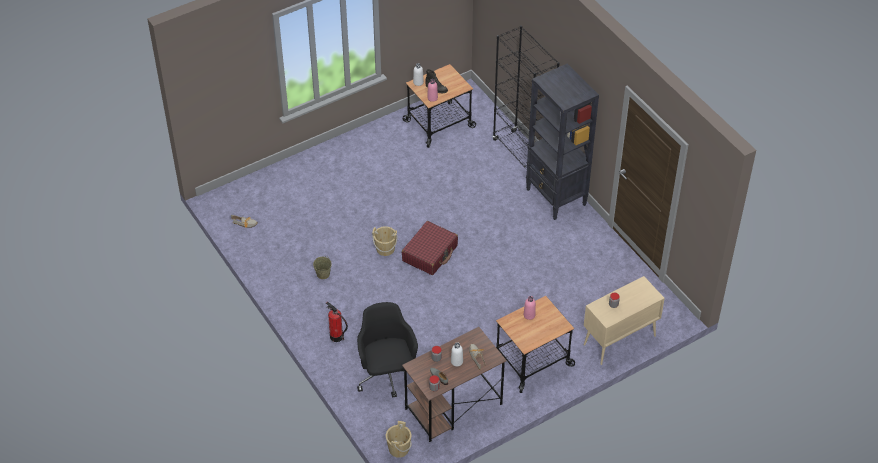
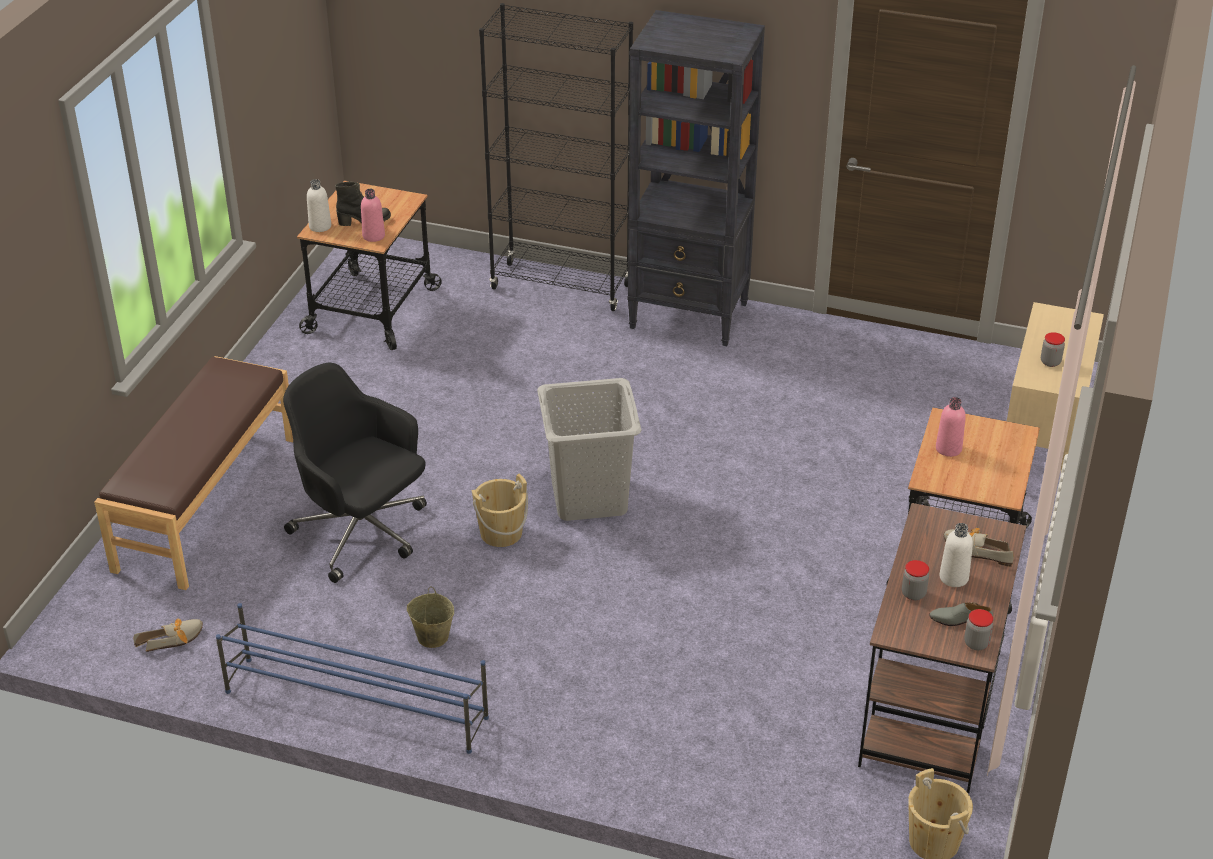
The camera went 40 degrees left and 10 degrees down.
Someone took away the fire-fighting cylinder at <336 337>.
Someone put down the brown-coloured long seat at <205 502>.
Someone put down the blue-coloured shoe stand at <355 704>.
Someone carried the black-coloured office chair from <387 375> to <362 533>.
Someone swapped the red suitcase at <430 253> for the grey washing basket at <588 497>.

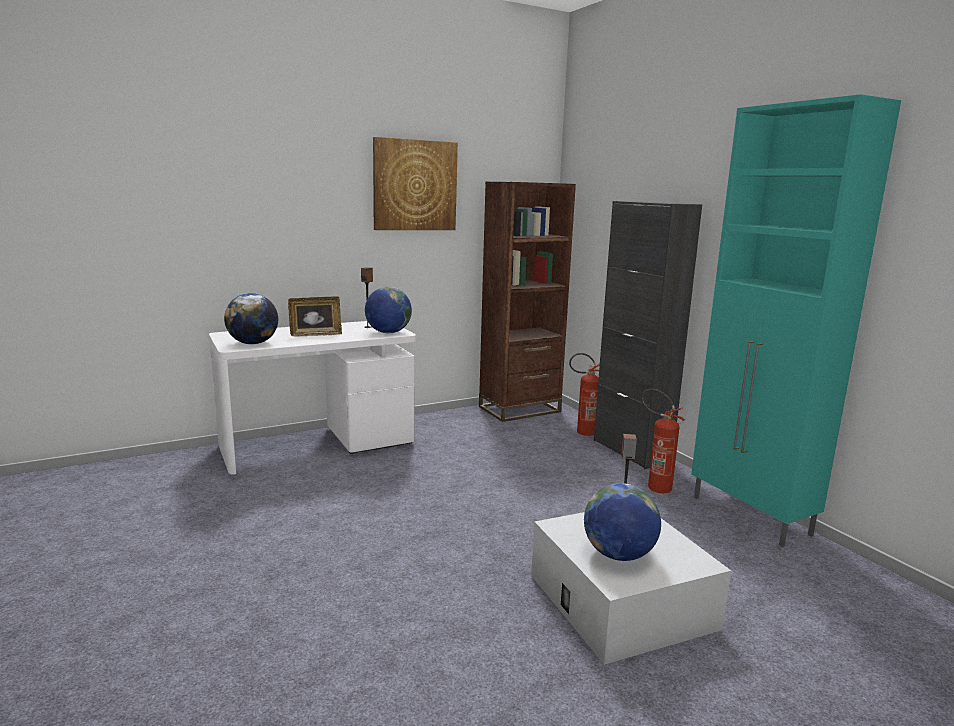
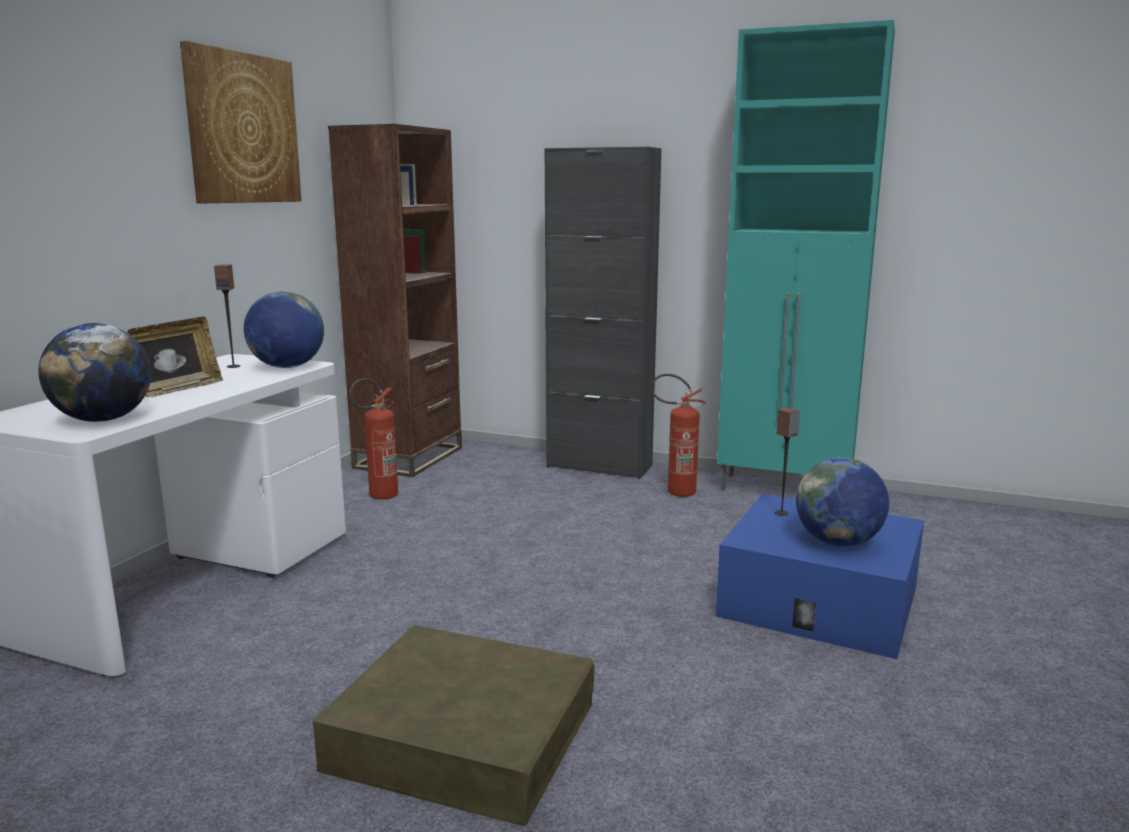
The camera went 40 degrees left and 0 degrees up.
Someone put down the brown-coloured storage box at <462 735>.
Someone carried the fire-fighting cylinder from <581 433> to <378 497>.
Someone repainted the white storage box at <621 601>, which became the blue-coloured storage box at <819 601>.

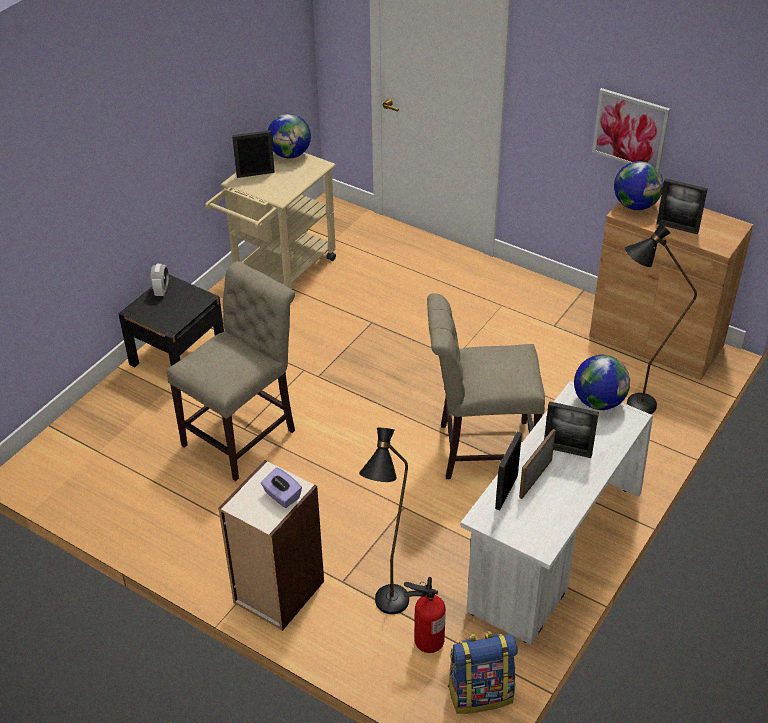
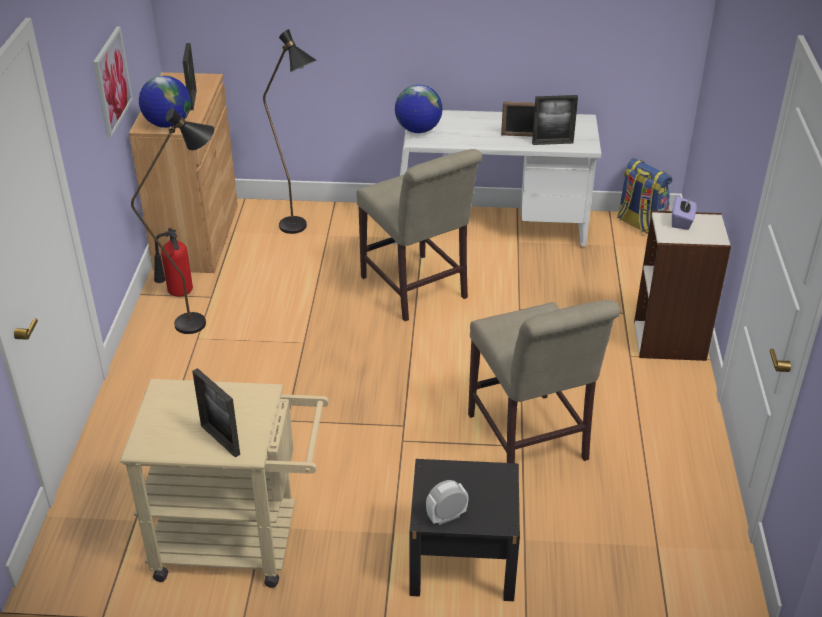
The camera went 120 degrees left and 5 degrees down.
Someone took away the desk globe at <290 154>.
Someone took away the picture frame at <567 451>.
Someone carried the black-coloured floor lamp from <389 611> to <202 322>.
Someone carried the fire-fighting cylinder from <427 639> to <177 294>.
Someone rotated the beige-coloured chair at <244 434> by 120 degrees counterclockwise.

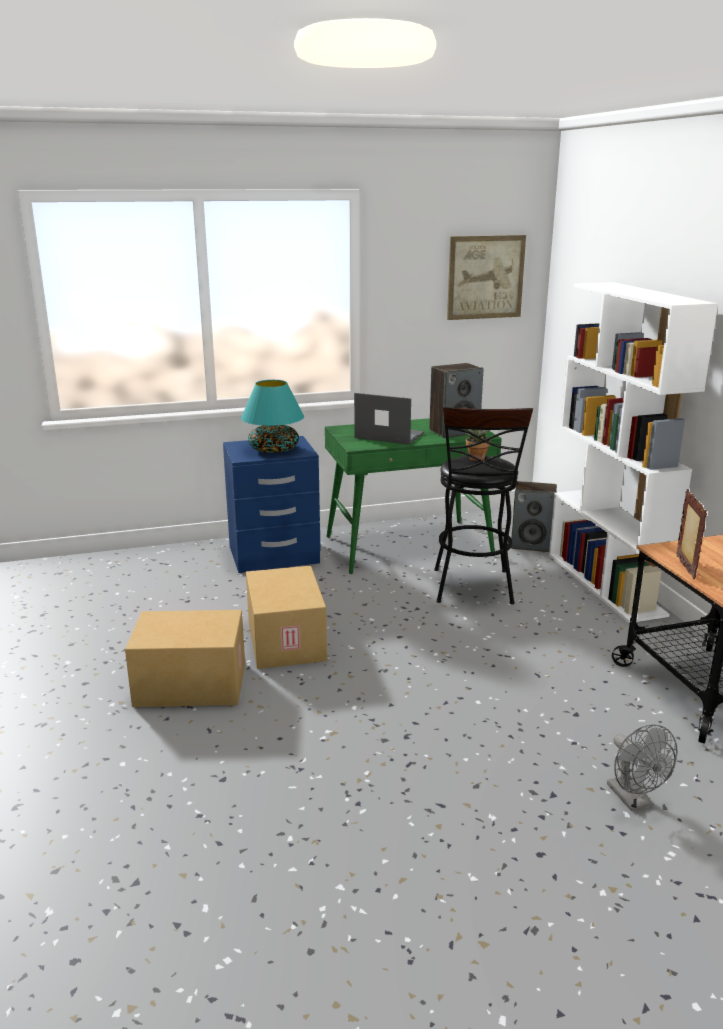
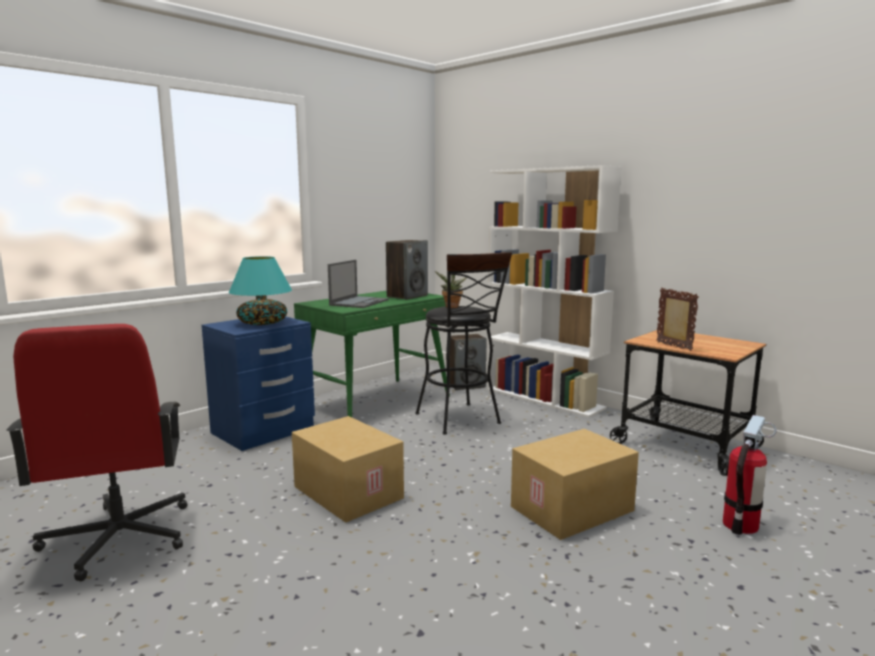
The camera went 30 degrees left and 10 degrees down.
Someone took away the wall art at <485 277>.
Someone put down the red office chair at <118 538>.
Someone carried the cardboard box from <189 685> to <572 510>.
Someone swapped the grey electric fan at <634 800> for the fire-fighting cylinder at <740 525>.
Someone rotated the laptop at <388 435> by 120 degrees clockwise.

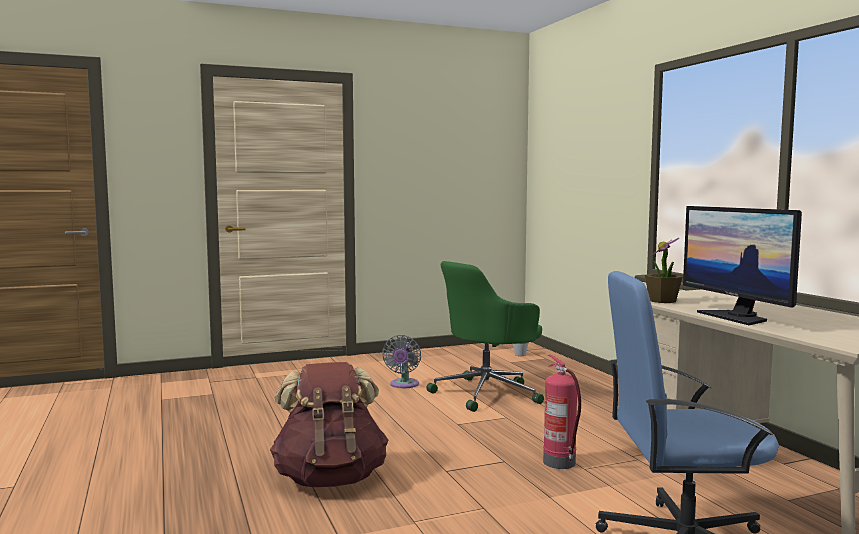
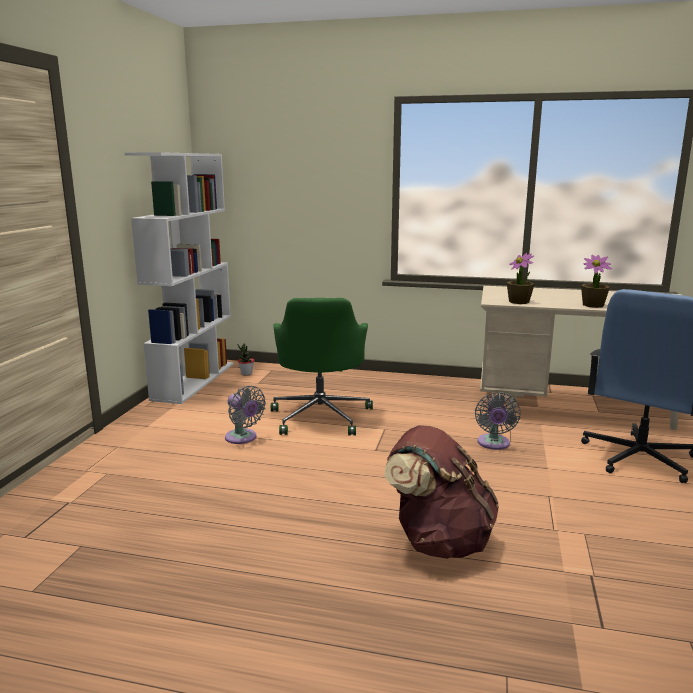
The camera went 55 degrees left and 10 degrees up.
Someone put down the white bookshelf at <194 380>.
Someone swapped the fire-fighting cylinder at <561 463> for the grey electric fan at <493 444>.
Someone swapped the computer screen at <736 317> for the plant in a pot at <593 305>.

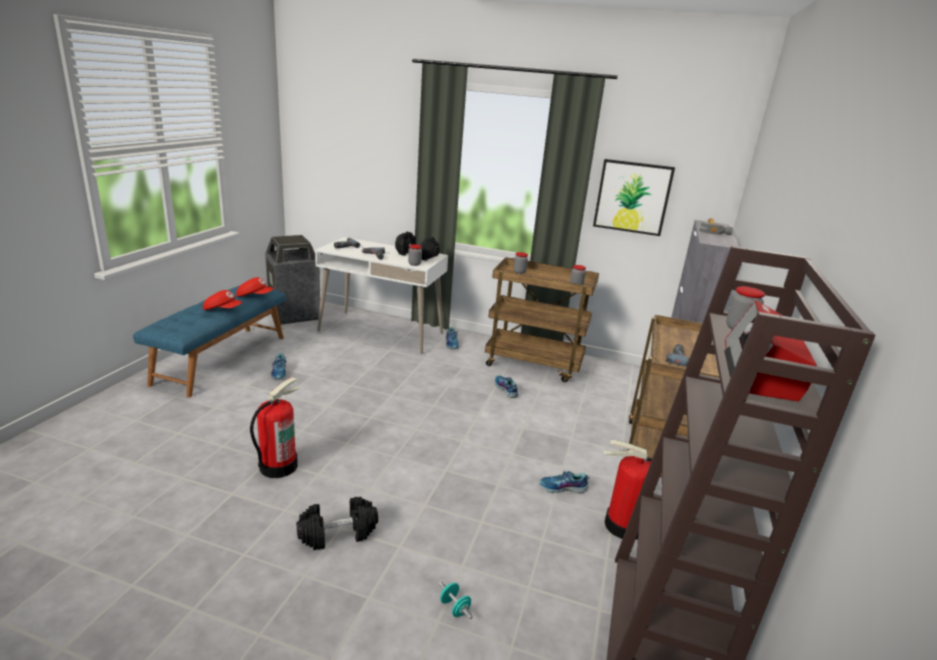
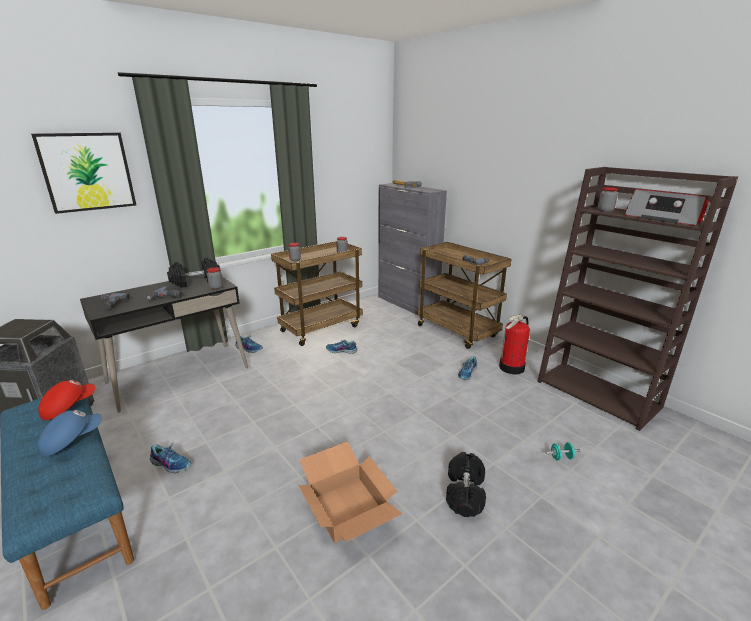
The camera went 55 degrees left and 0 degrees up.
Someone carried the wall art from <632 197> to <87 172>.
Someone swapped the fire-fighting cylinder at <278 466> for the cardboard box at <346 508>.
Someone repainted the red baseball cap at <223 310>, which became the blue-coloured baseball cap at <72 440>.
Someone repainted the white desk unit at <381 332>, which became the black-coloured desk unit at <179 375>.

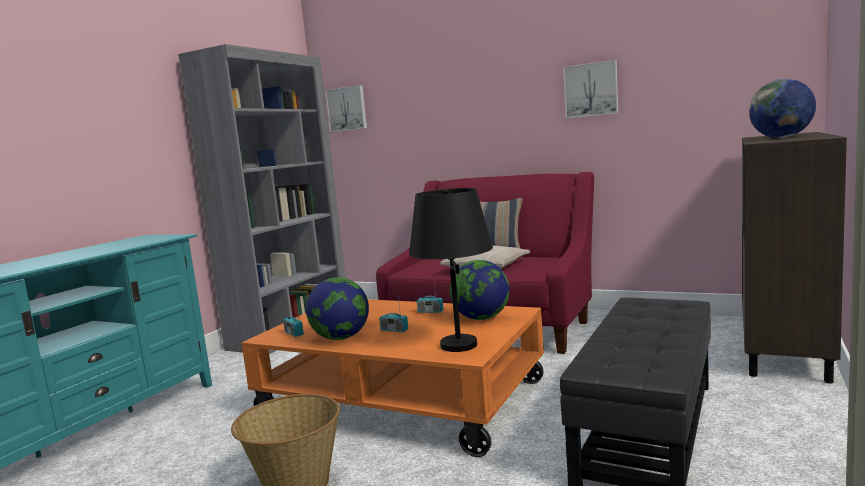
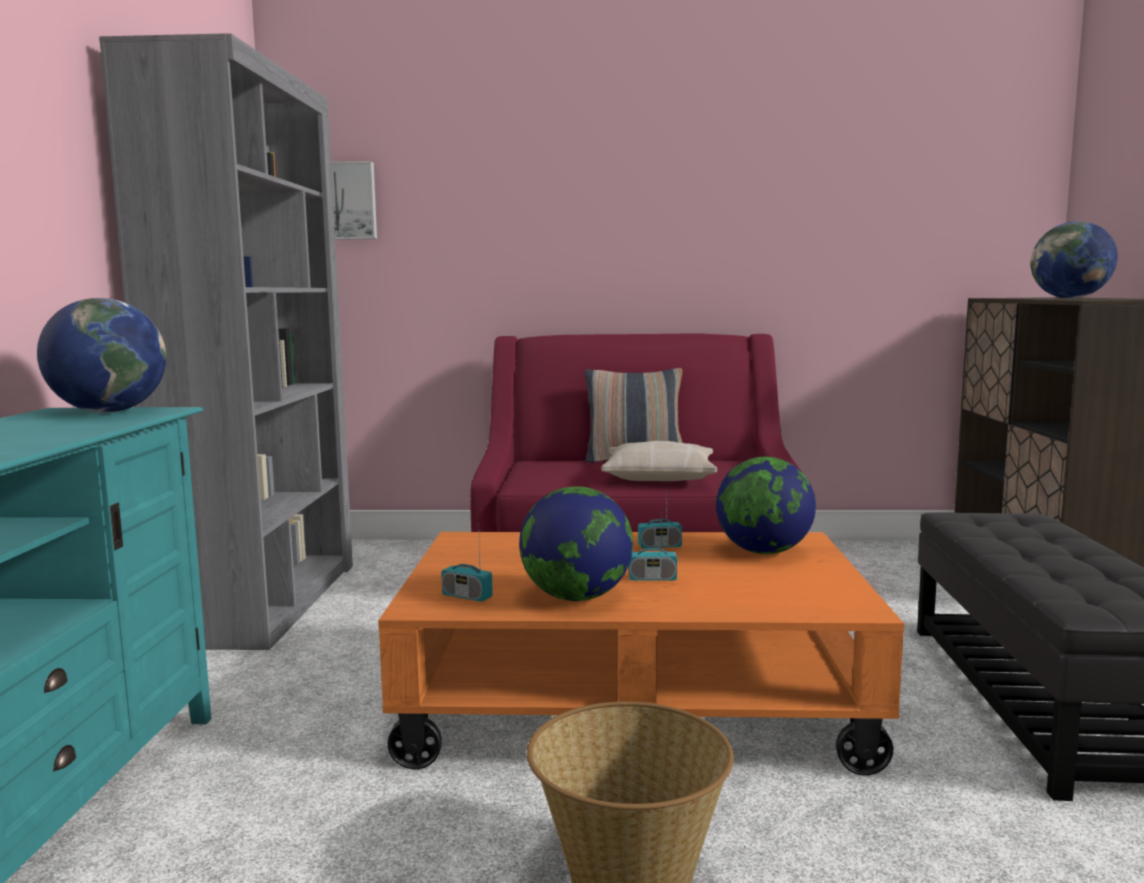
The camera went 25 degrees left and 0 degrees up.
Someone took away the black-coloured tabletop lamp at <458 345>.
Someone took away the wall art at <591 90>.
Someone put down the desk globe at <108 412>.

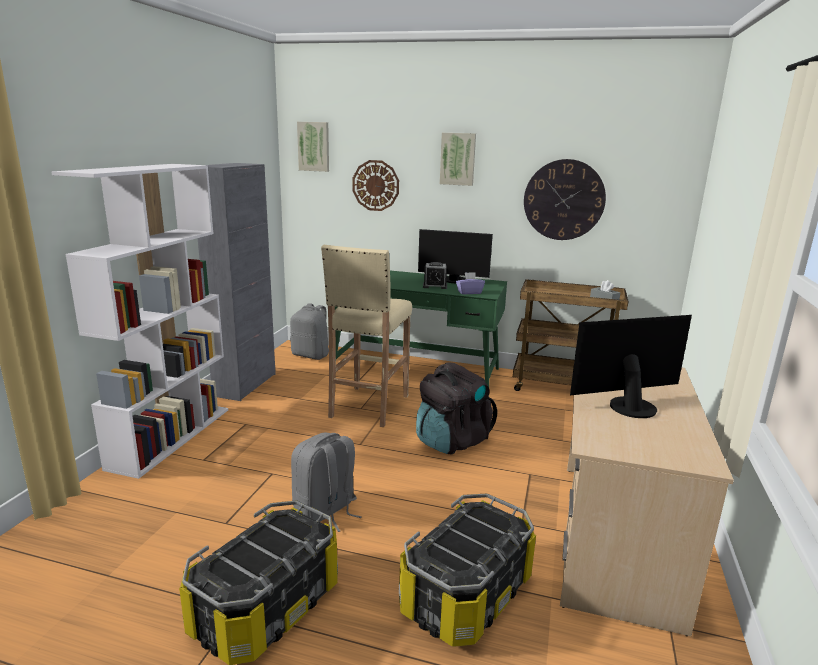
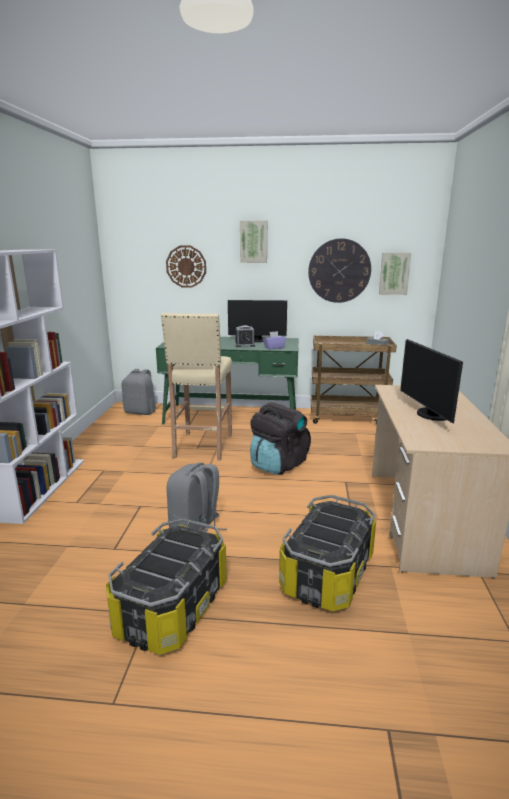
The camera went 10 degrees left and 0 degrees up.
Someone took away the grey cabinet at <245 385>.
Someone carried the wall art from <314 146> to <394 273>.
Someone rotated the computer screen at <629 405> by 75 degrees counterclockwise.

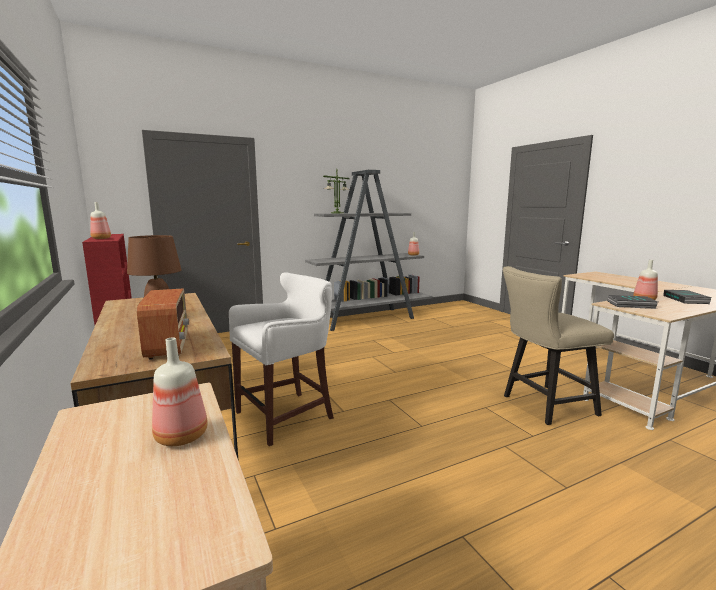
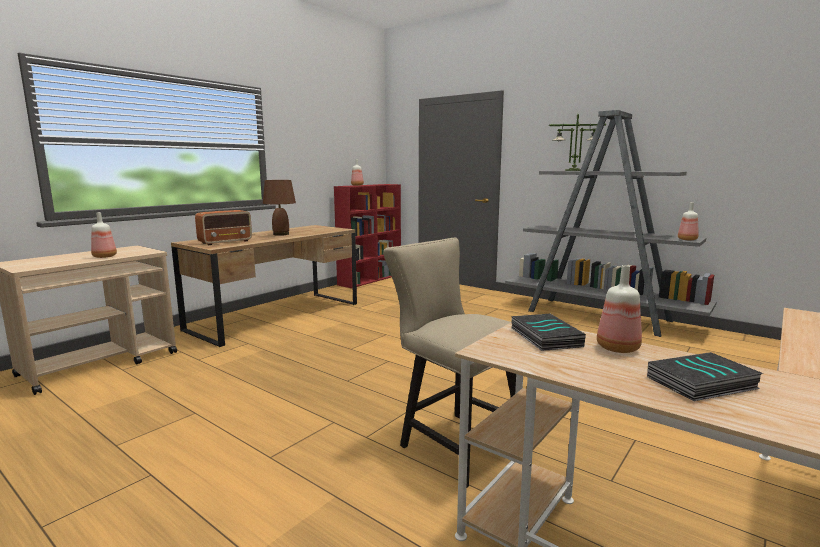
The camera went 65 degrees right and 0 degrees up.
Someone took away the white sitting stool at <287 415>.

